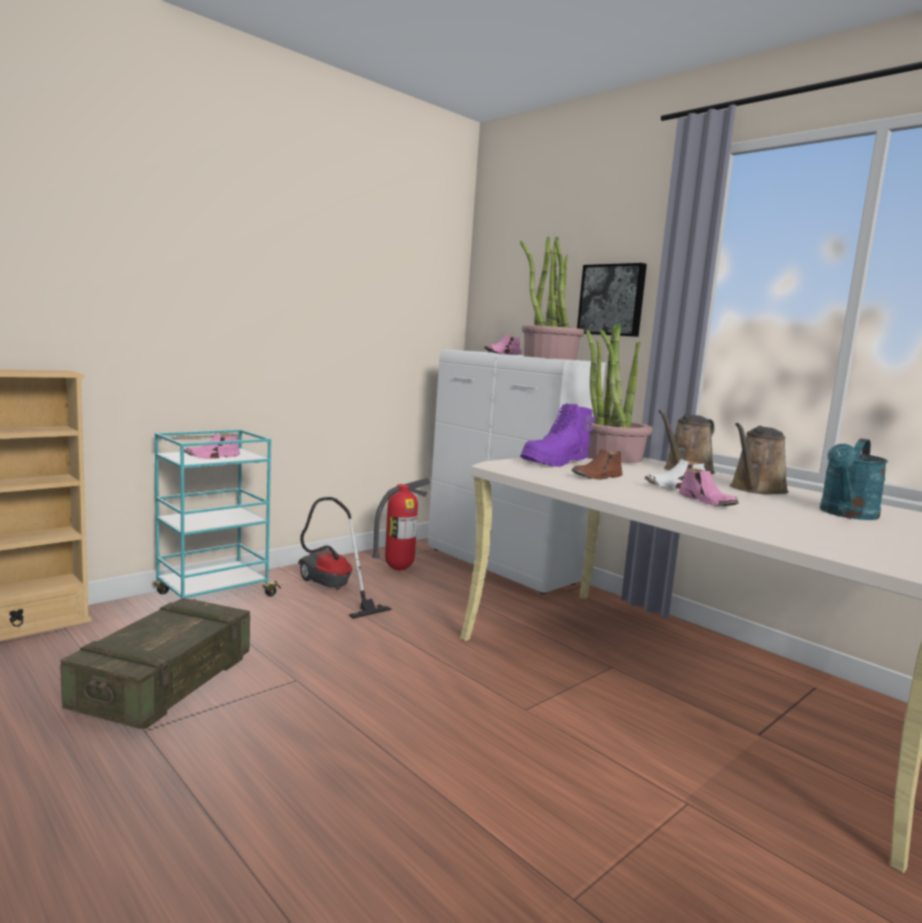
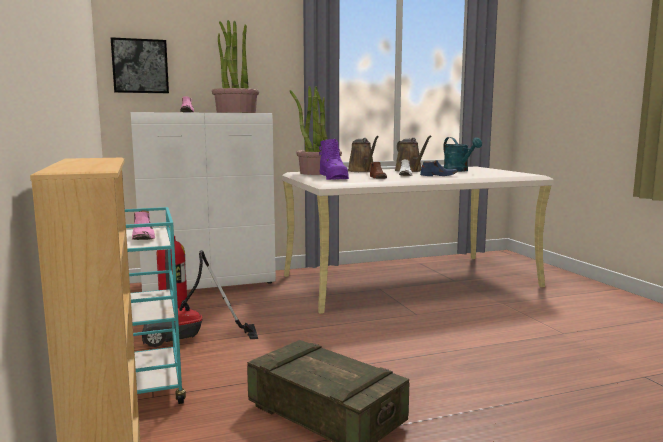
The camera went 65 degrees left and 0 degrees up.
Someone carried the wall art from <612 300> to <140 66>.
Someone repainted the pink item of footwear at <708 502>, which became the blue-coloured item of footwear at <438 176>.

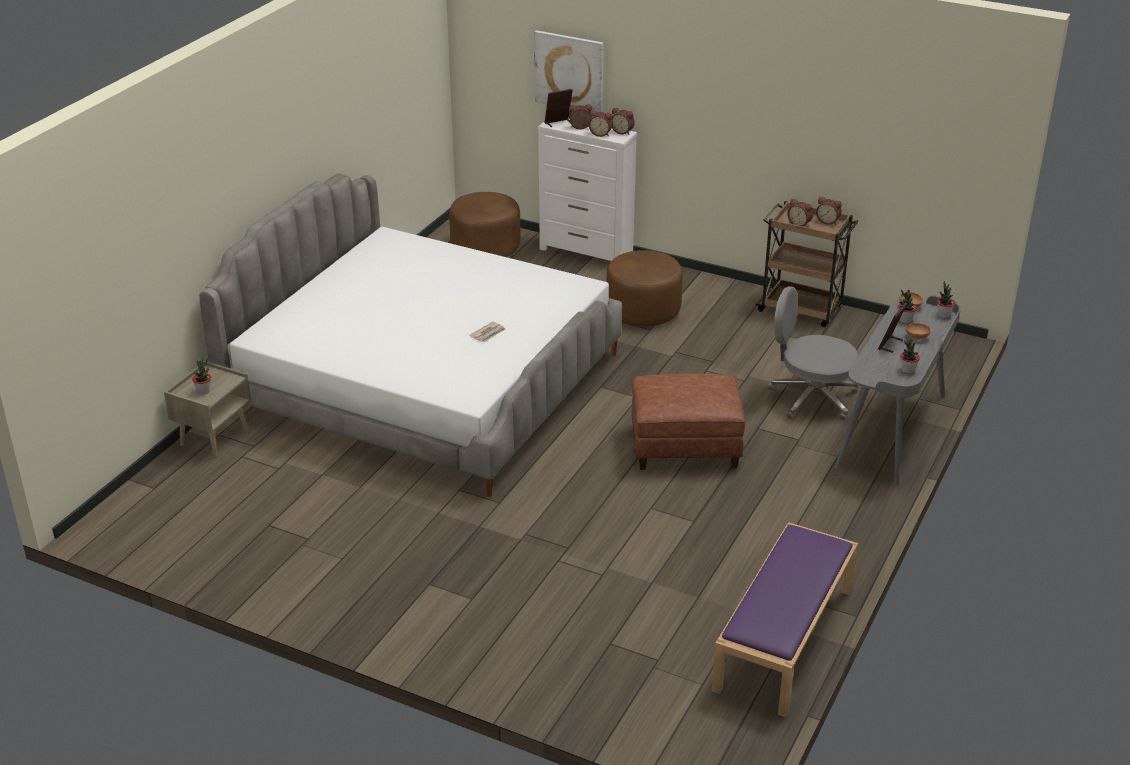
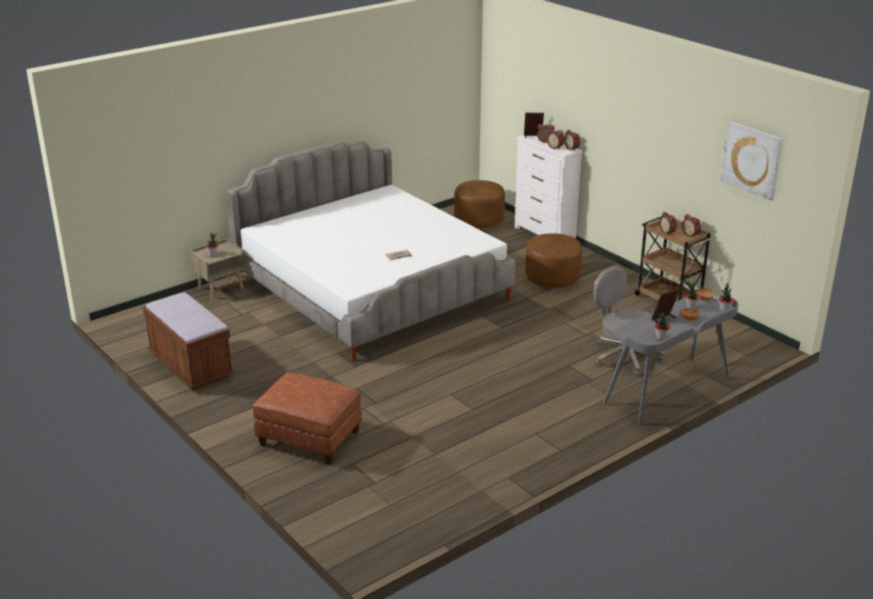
The camera went 25 degrees right and 5 degrees down.
Someone took away the purple-coloured long seat at <784 640>.
Someone put down the brown-coloured long seat at <190 366>.
Someone carried the wall art from <569 71> to <752 159>.
Someone carried the brown-coloured pouffe from <684 448> to <308 438>.

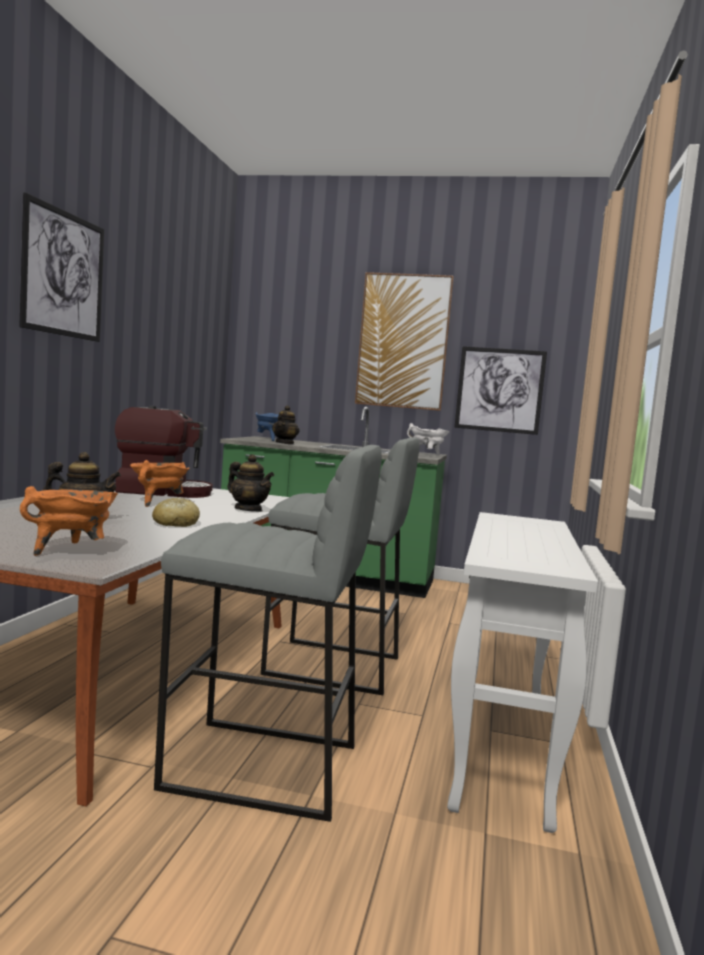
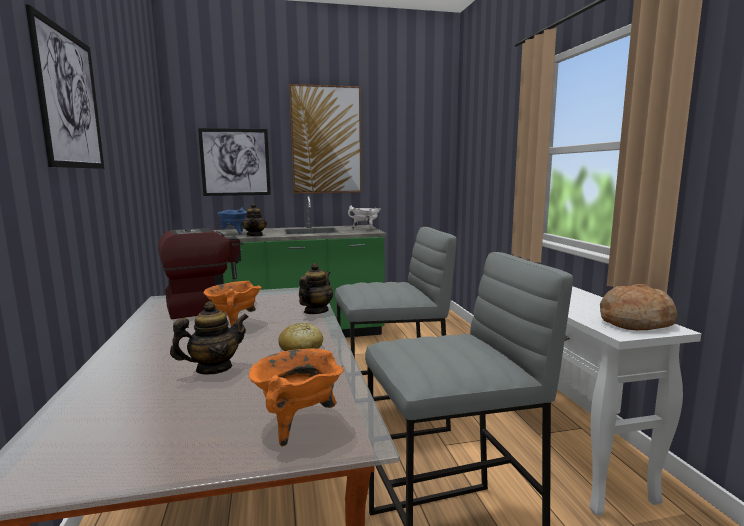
The camera went 25 degrees left and 5 degrees up.
Someone put down the baked bread at <635 322>.
Someone carried the wall art from <499 390> to <235 162>.
Someone rotated the tea pot at <248 510> by 75 degrees counterclockwise.

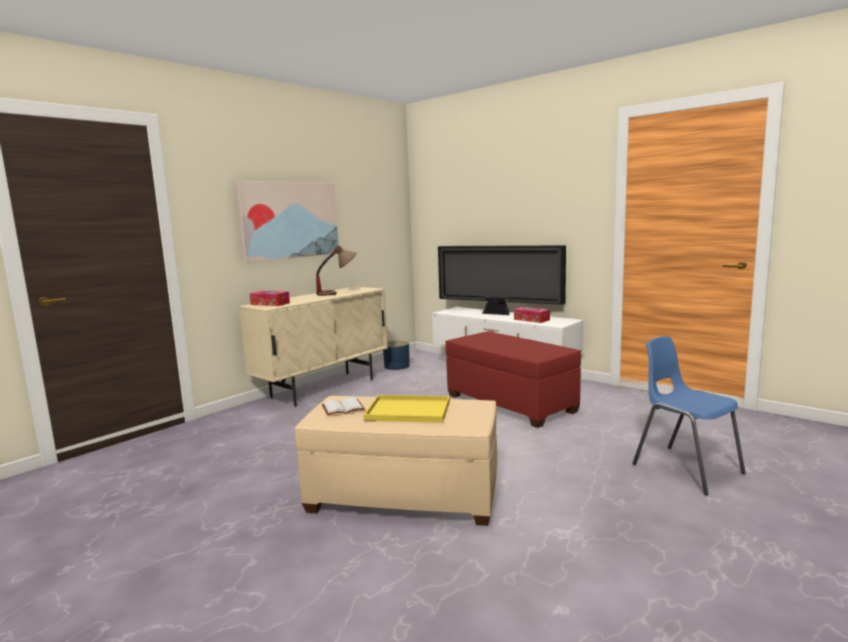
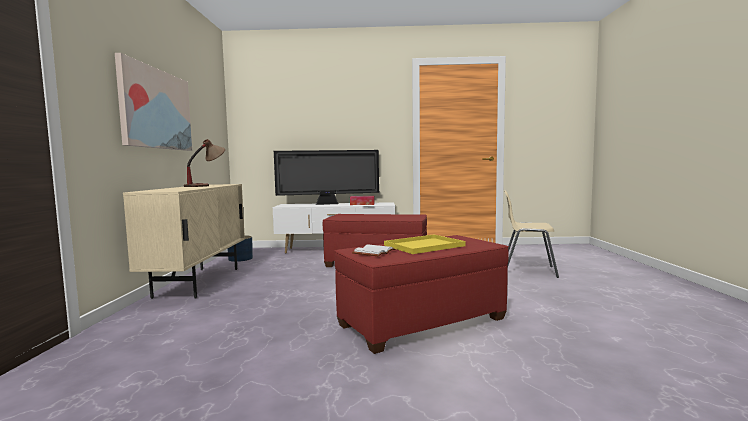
The camera went 40 degrees left and 5 degrees down.
Someone took away the tissue holder at <270 304>.
Someone repainted the beige-coloured pouffe at <404 496>, which became the red pouffe at <422 322>.
Someone repainted the blue-coloured chair at <685 468>, which became the beige-coloured chair at <527 270>.

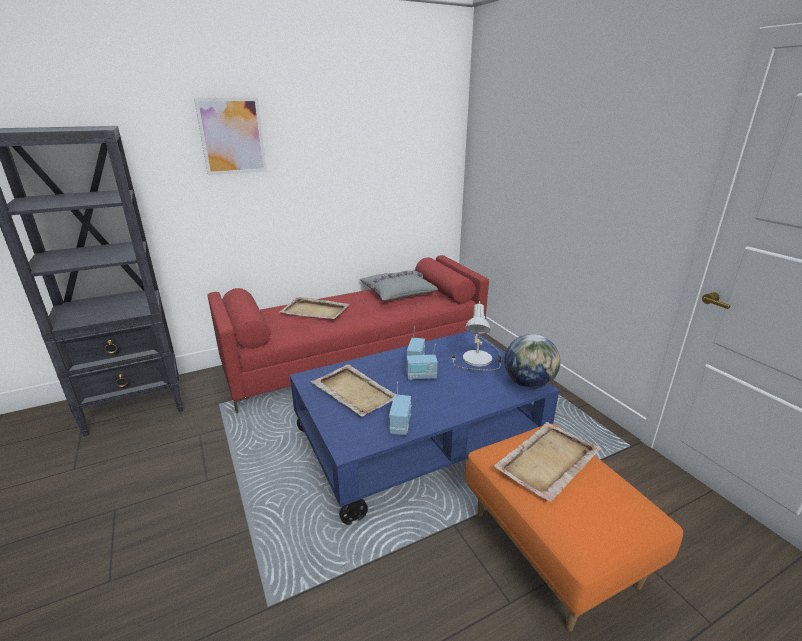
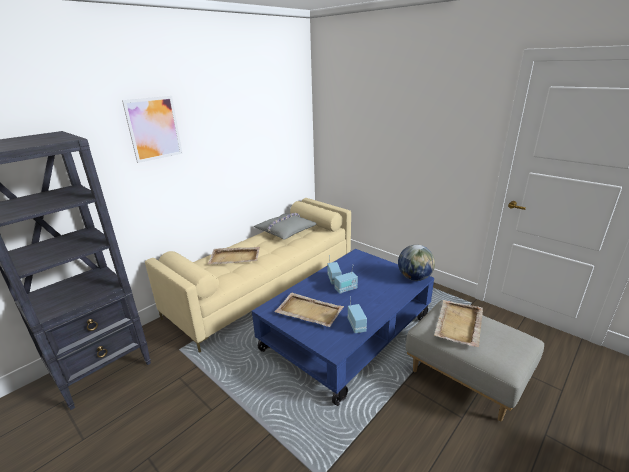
The camera went 20 degrees left and 0 degrees up.
Someone took away the tabletop lamp at <480 360>.
Someone repainted the red couch at <357 357>, which became the beige-coloured couch at <266 286>.
Someone repainted the orange pouffe at <554 548>, which became the grey pouffe at <466 377>.

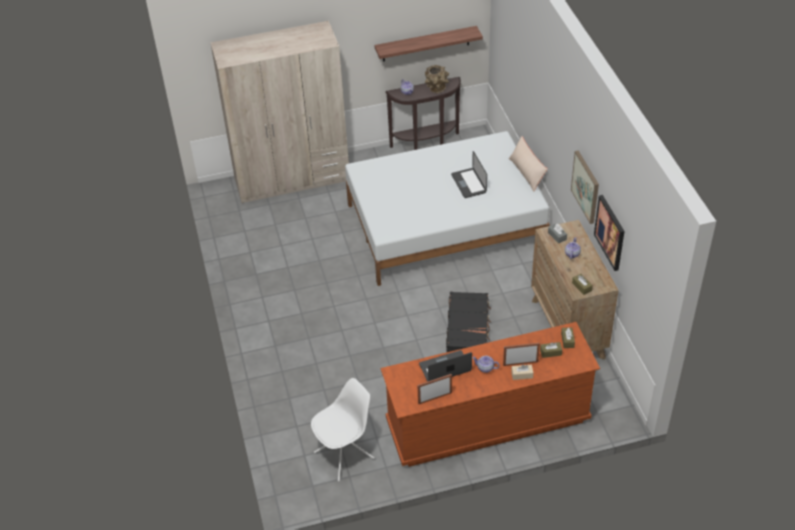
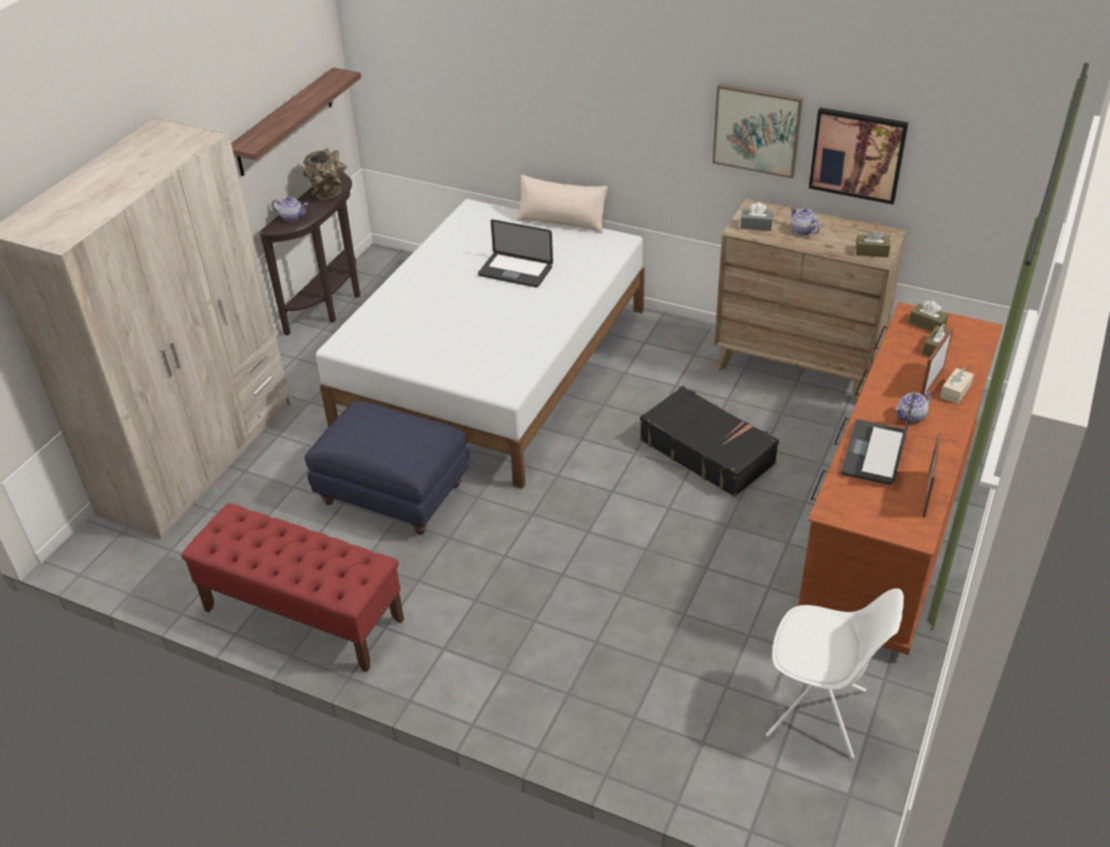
The camera went 50 degrees left and 5 degrees down.
Someone put down the red long seat at <303 615>.
Someone put down the blue-coloured pouffe at <395 494>.
Someone rotated the white chair at <345 455> by 105 degrees clockwise.

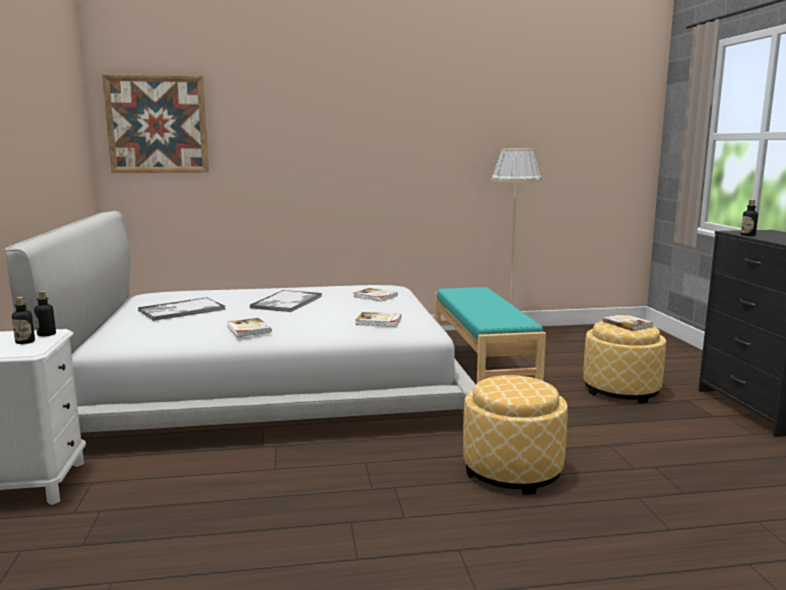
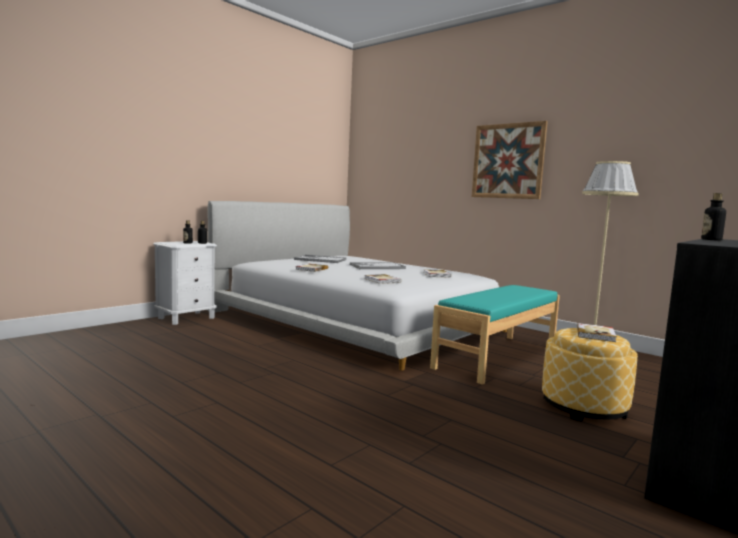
The camera went 50 degrees right and 5 degrees down.
Someone took away the pouffe at <512 471>.
Someone carried the wall art from <157 124> to <508 161>.

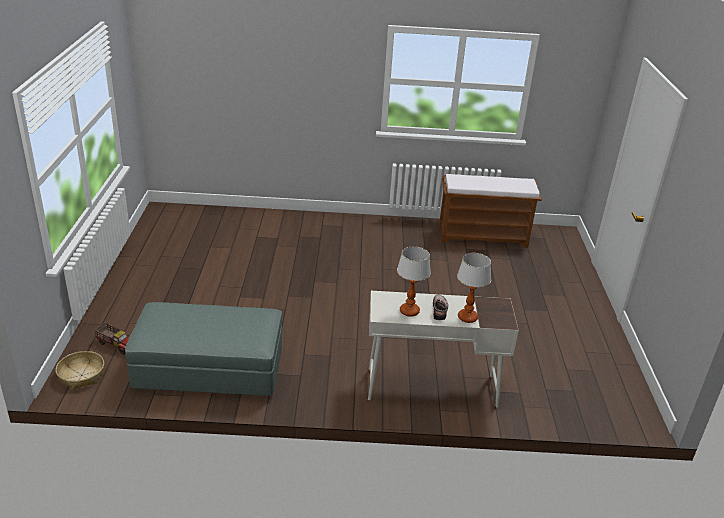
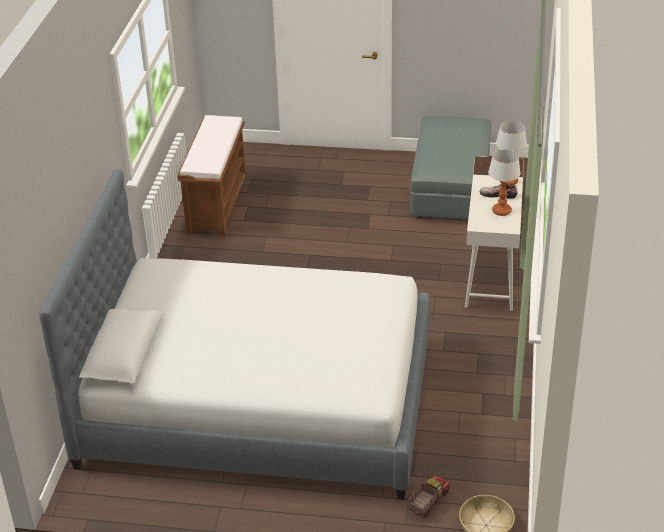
The camera went 80 degrees left and 5 degrees up.
Someone put down the bedroom bed at <258 402>.
Someone carried the grey pouffe from <209 370> to <450 188>.

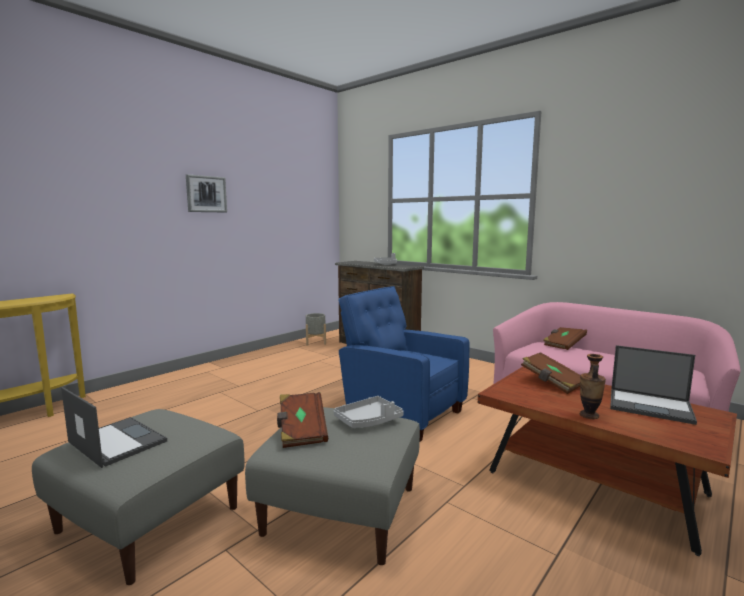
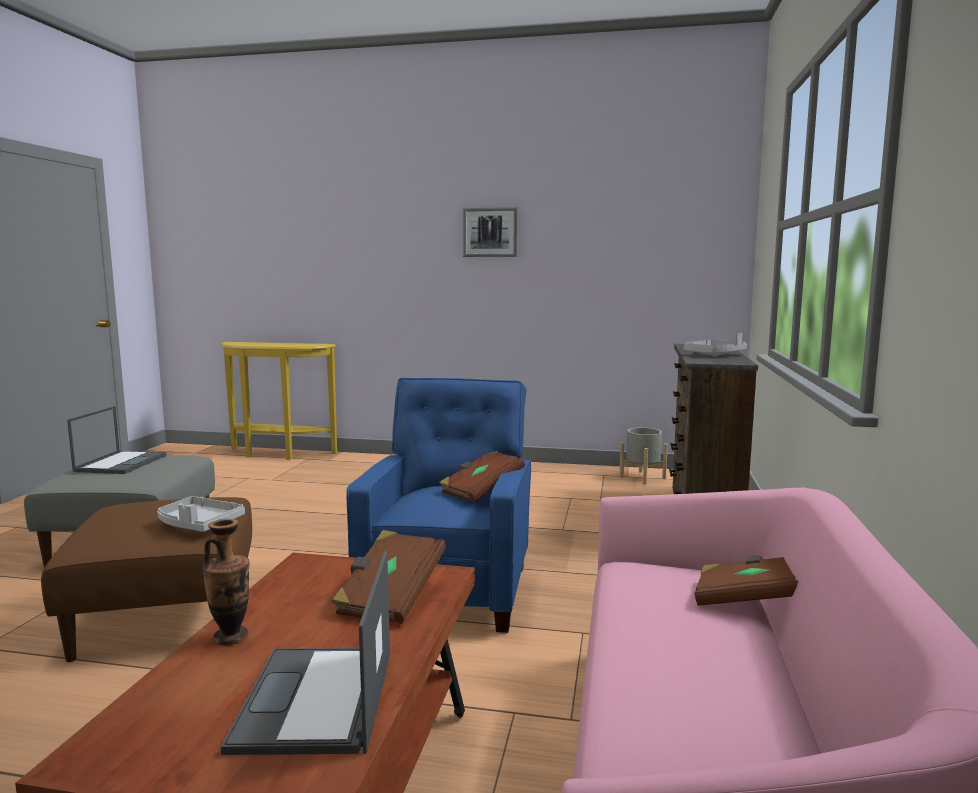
The camera went 60 degrees right and 0 degrees up.
Someone carried the brown-coloured bound book from <301 431> to <481 490>.
Someone repainted the grey pouffe at <340 510>, which became the brown-coloured pouffe at <165 615>.

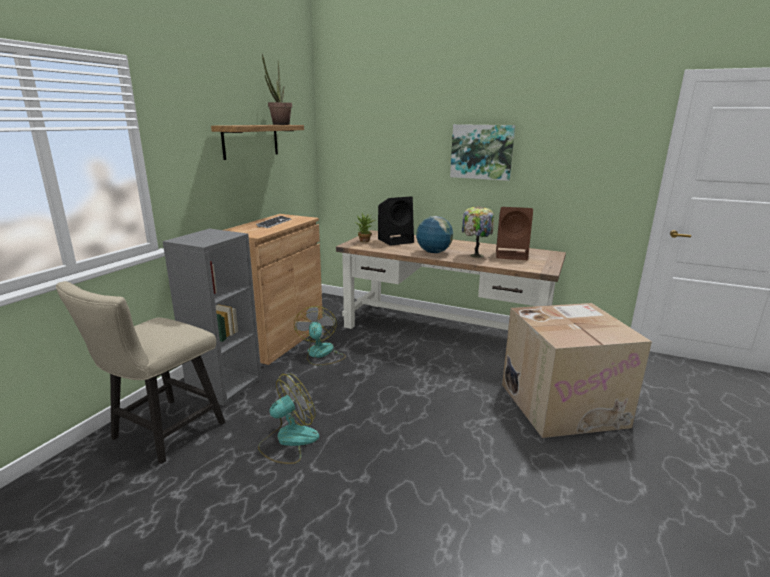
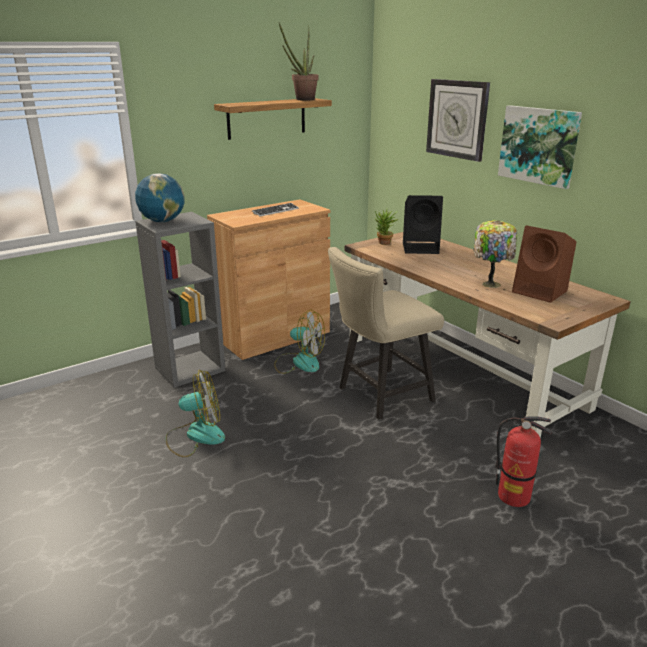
The camera went 30 degrees right and 5 degrees up.
Someone put up the hanging clock at <457 119>.
Someone carried the beige-coloured chair from <161 434> to <379 395>.
Someone carried the desk globe from <433 252> to <162 221>.
Someone swapped the cardboard box at <562 404> for the fire-fighting cylinder at <514 497>.
Someone rotated the electric fan at <321 354> by 90 degrees clockwise.

